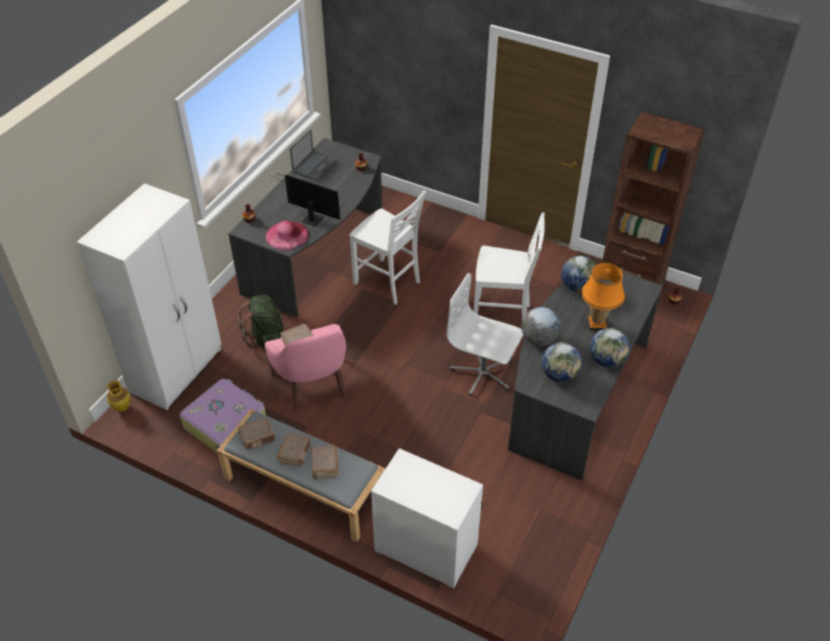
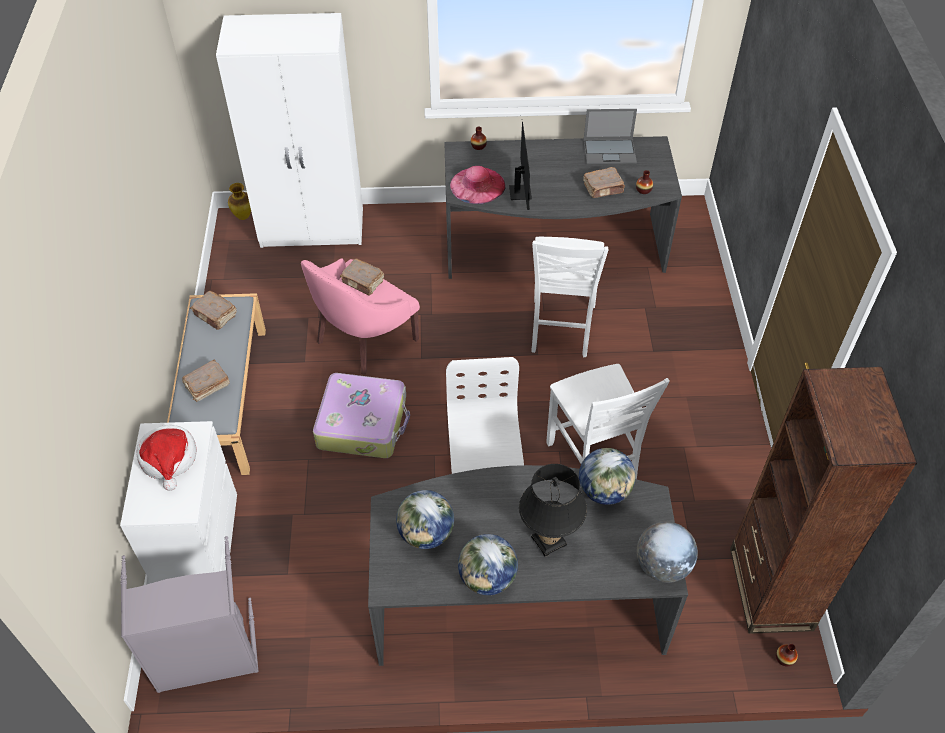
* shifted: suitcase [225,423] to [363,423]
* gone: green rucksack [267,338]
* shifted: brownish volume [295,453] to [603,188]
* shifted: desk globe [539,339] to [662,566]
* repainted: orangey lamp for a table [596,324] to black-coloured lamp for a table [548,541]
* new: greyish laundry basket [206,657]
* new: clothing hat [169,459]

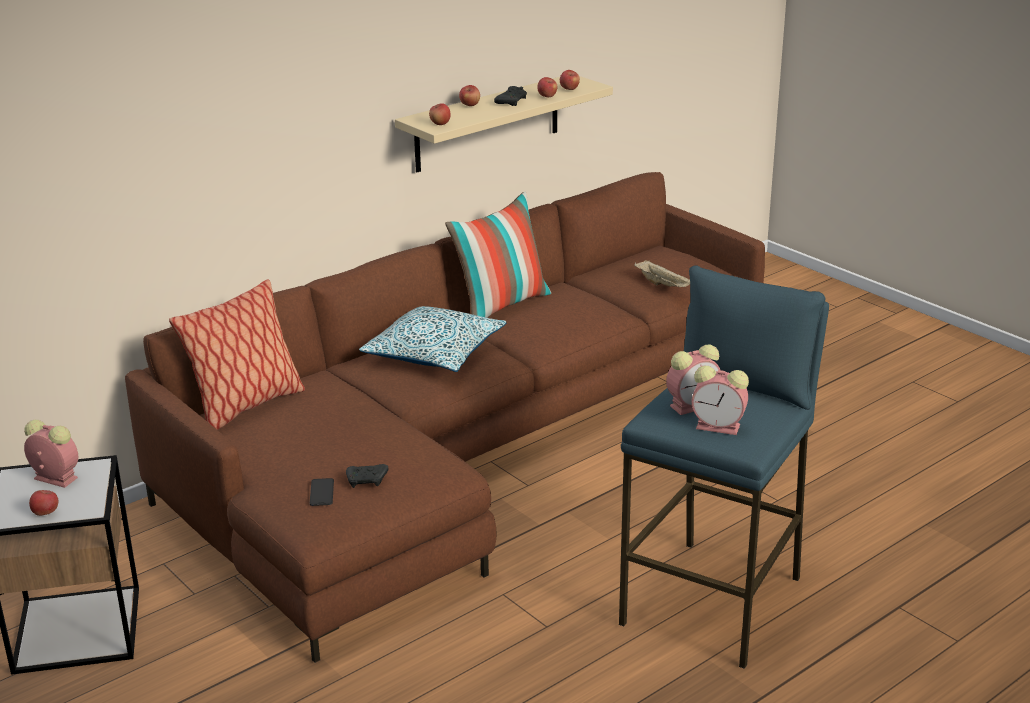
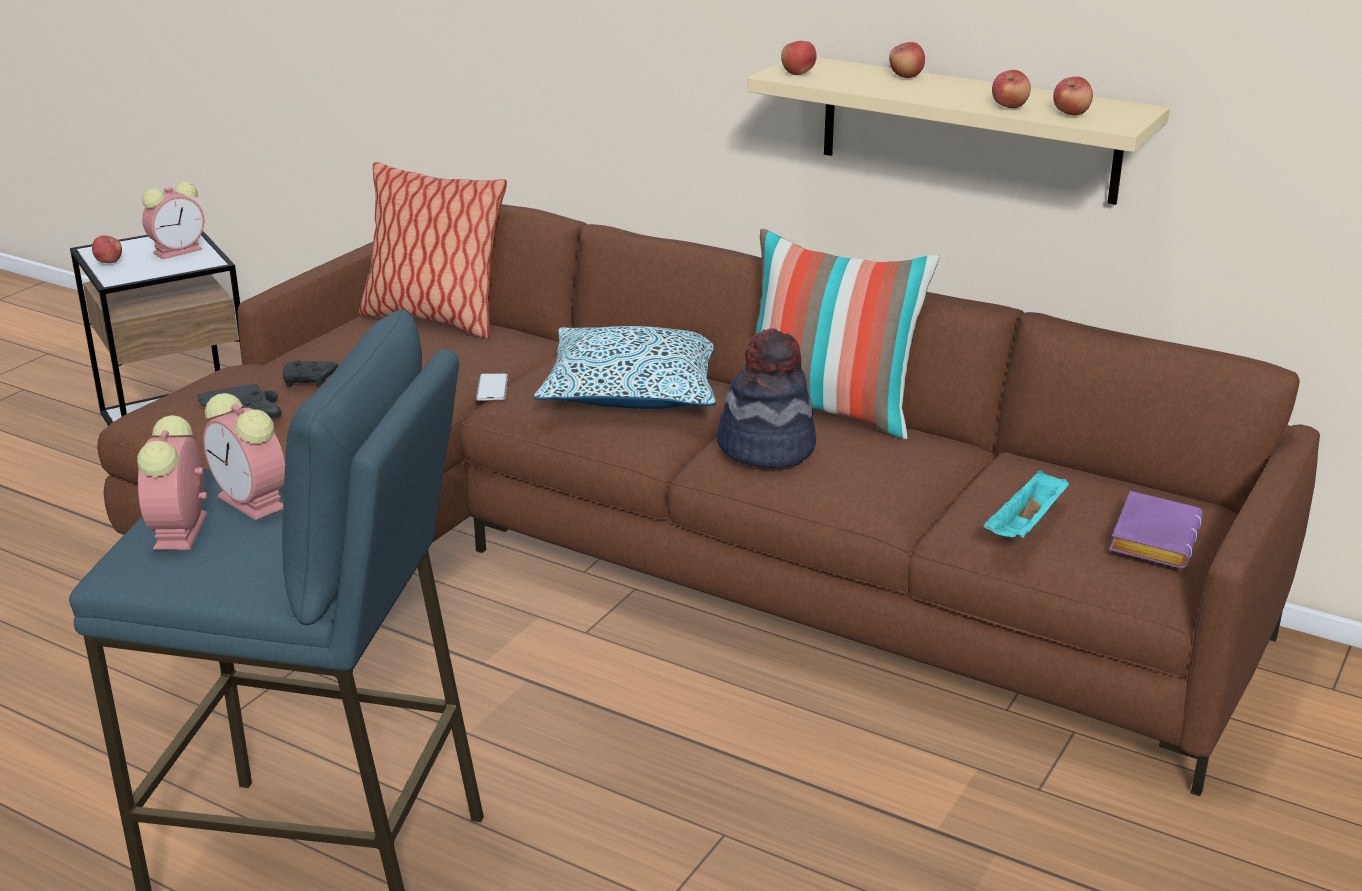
* rotated: bedside clock [54,478] = [179,250] 45 degrees clockwise
* shifted: black-coloured joypad [511,101] to [309,381]
* repainted: sand-coloured carrying tray [663,285] to turquoise-coloured carrying tray [1026,527]
* new: telephone [492,387]
* new: clothing hat [766,447]
* new: purplish volume [1151,537]

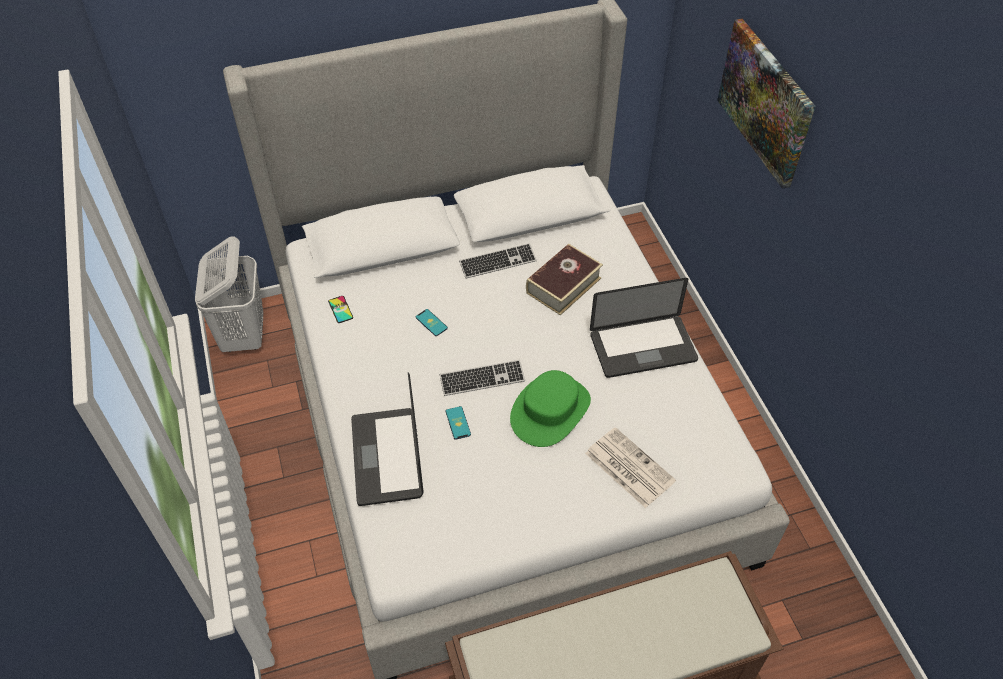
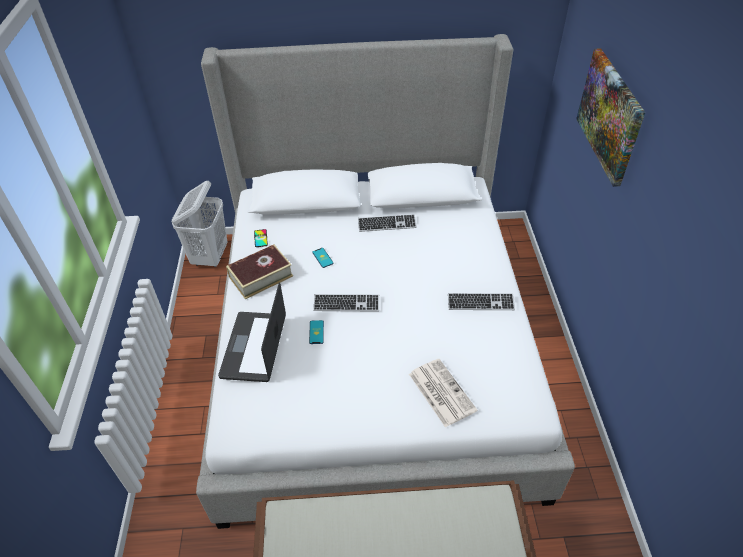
* gone: green clothing hat [550,410]
* shifted: volume [563,285] to [261,276]
* swapped: notebook computer [642,347] to keyboard [480,303]

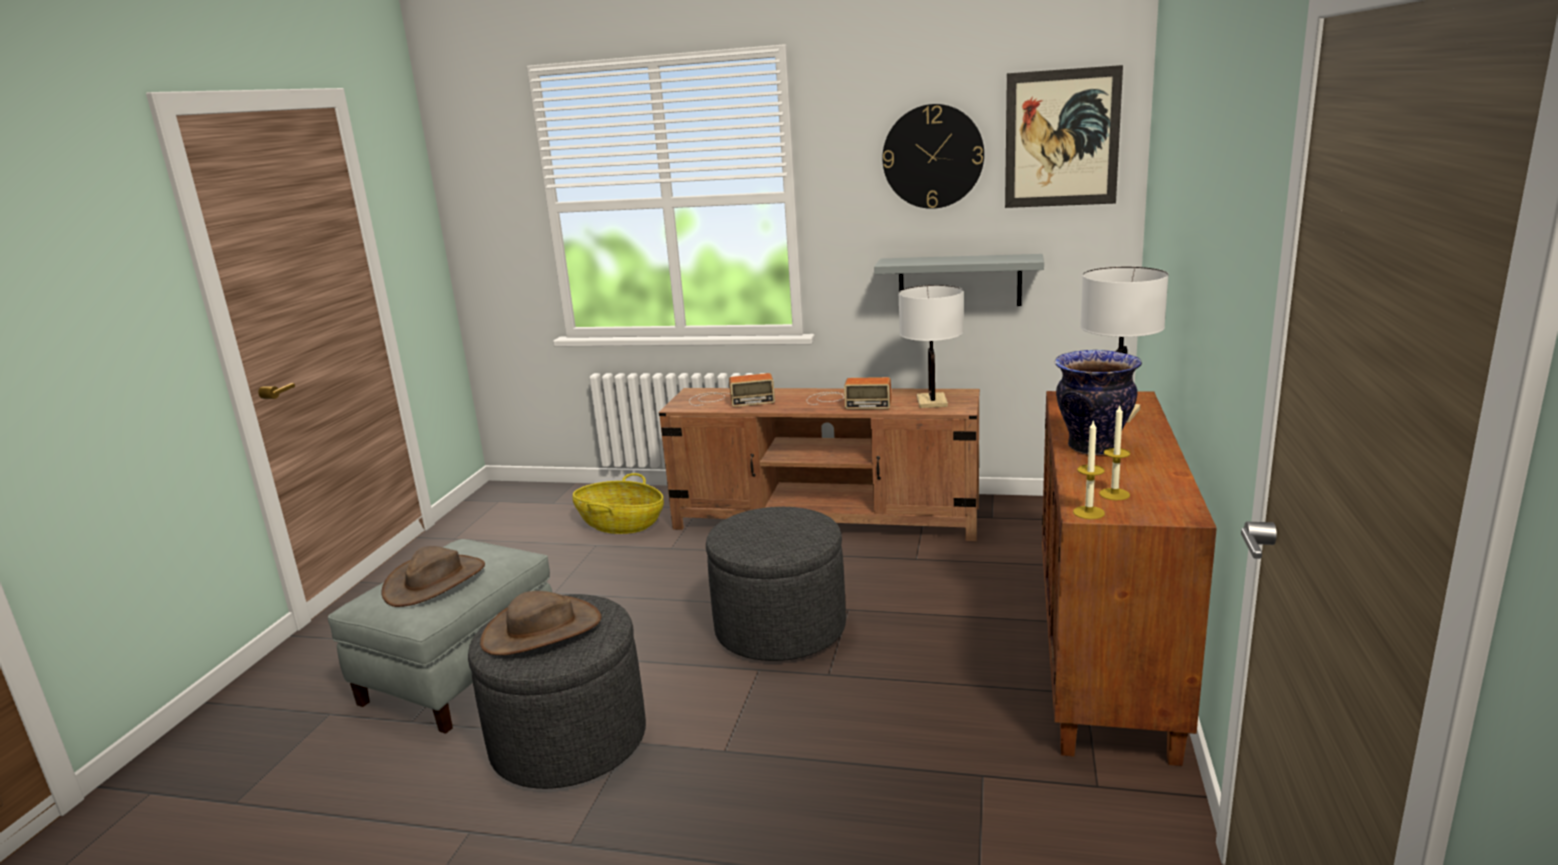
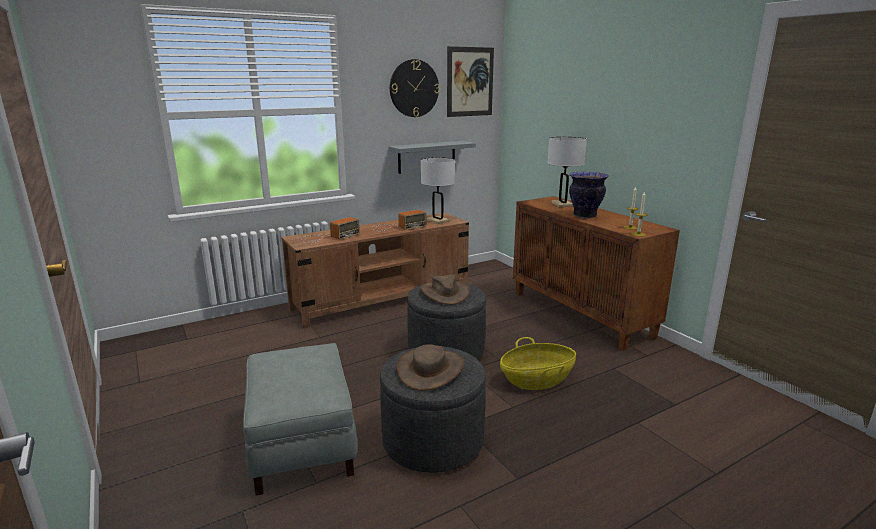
* shifted: brownish clothing hat [435,581] to [444,293]
* shifted: storage basket [621,524] to [537,379]

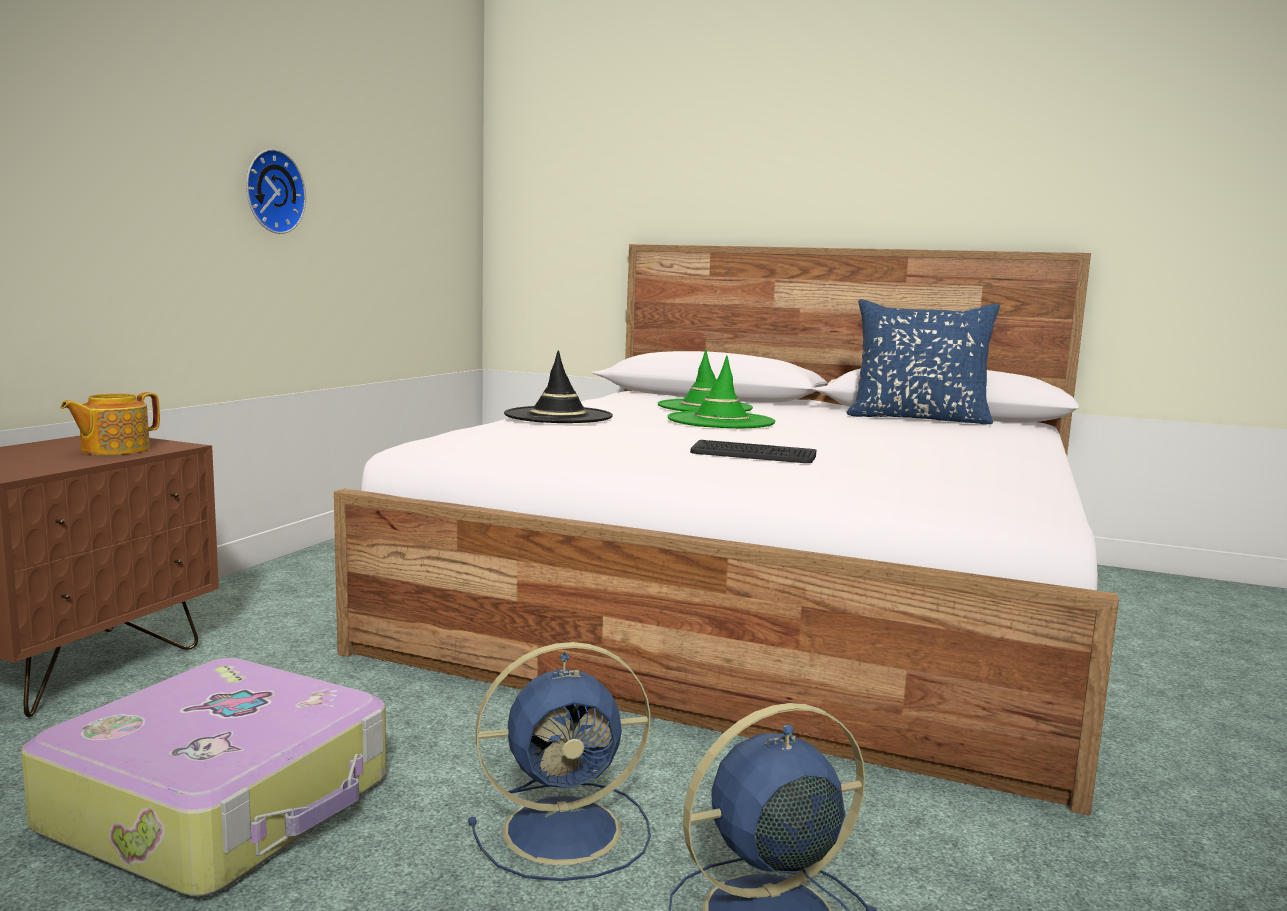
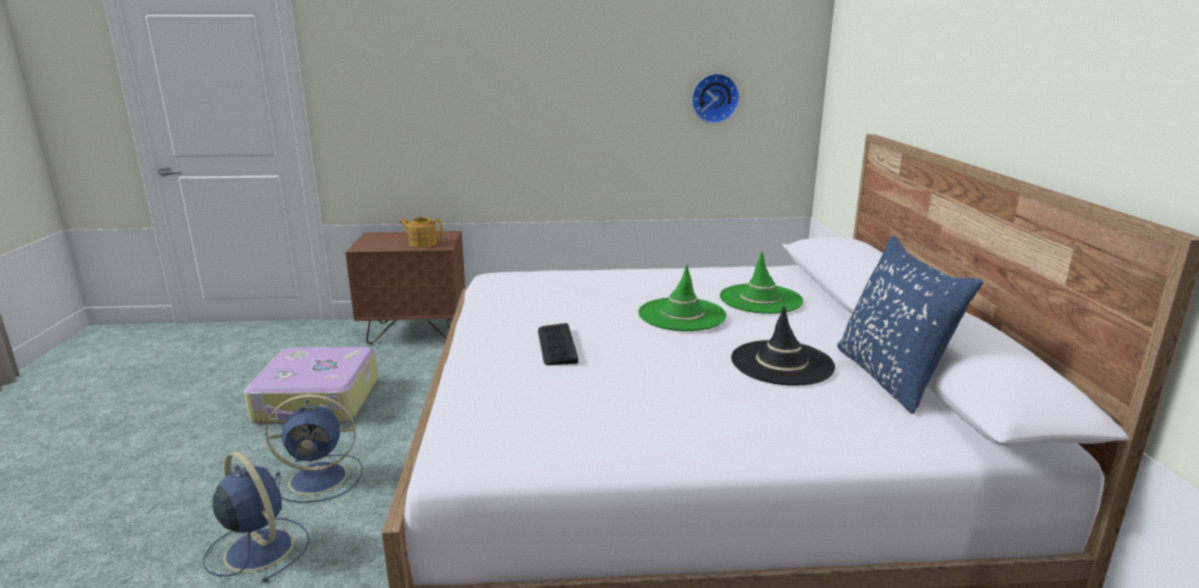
* shifted: hanging clock [271,191] to [714,98]
* rotated: bluish cooling fan [567,829] = [321,478] 60 degrees counterclockwise
* shifted: black-coloured clothing hat [558,416] to [782,363]

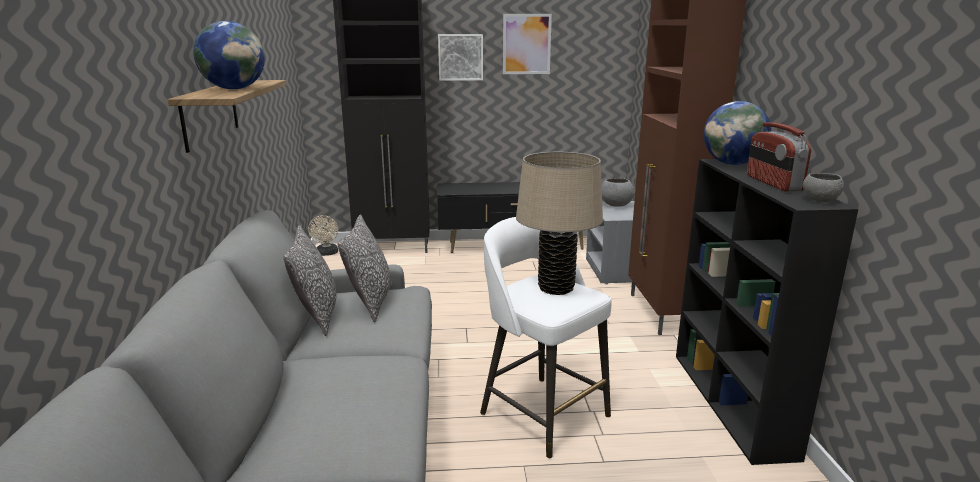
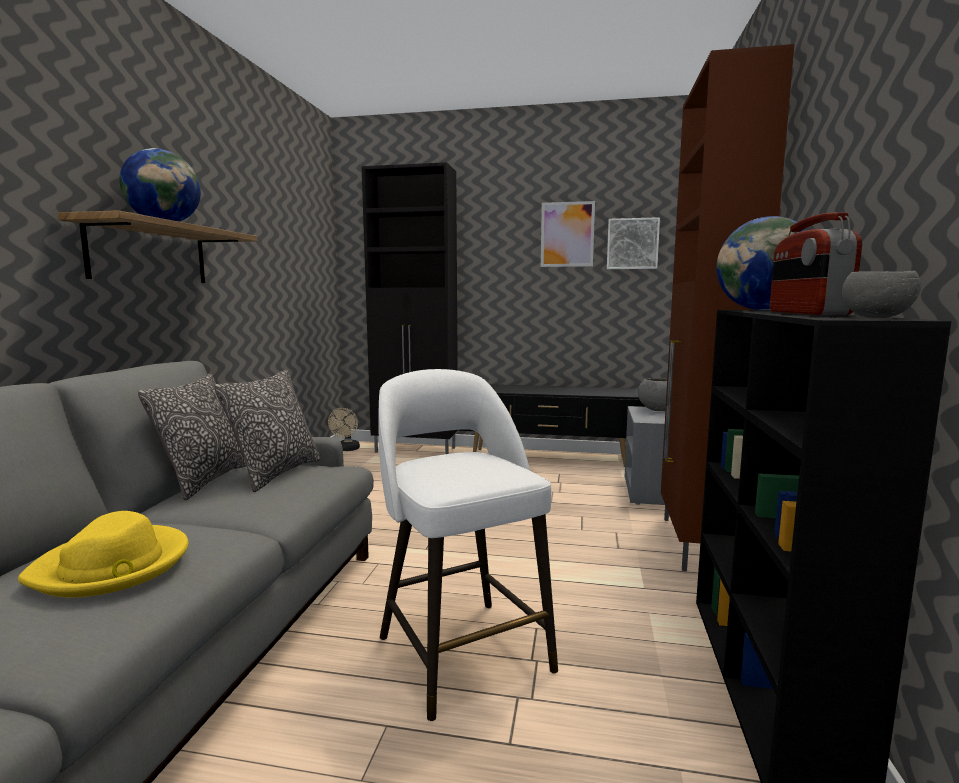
* shifted: picture [460,57] to [632,244]
* gone: sand-coloured lamp for a table [556,288]
* new: yellowish clothing hat [113,566]

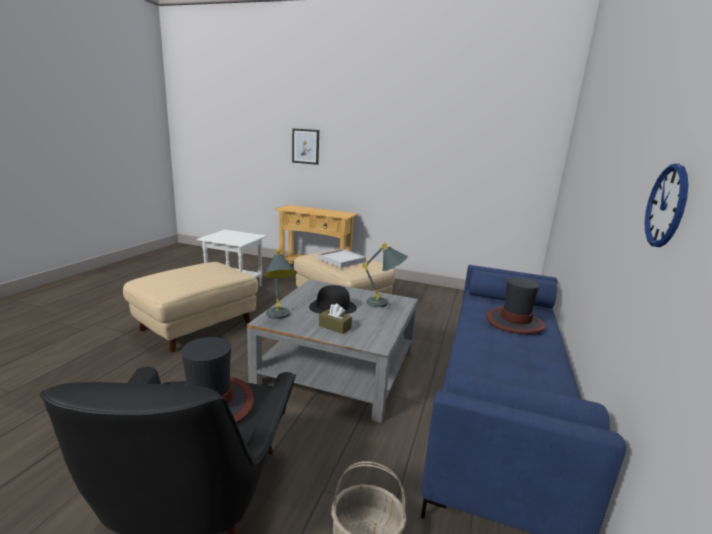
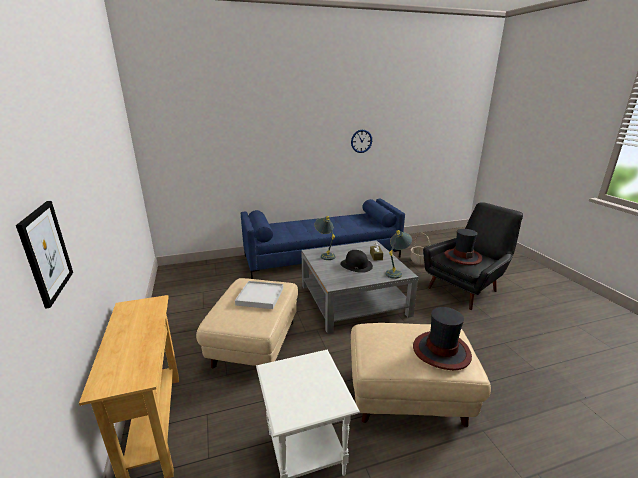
* shifted: clothing hat [514,322] to [441,351]

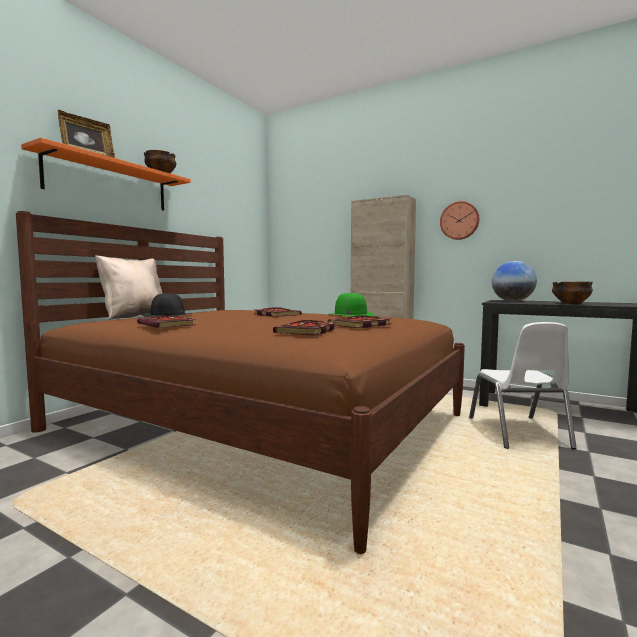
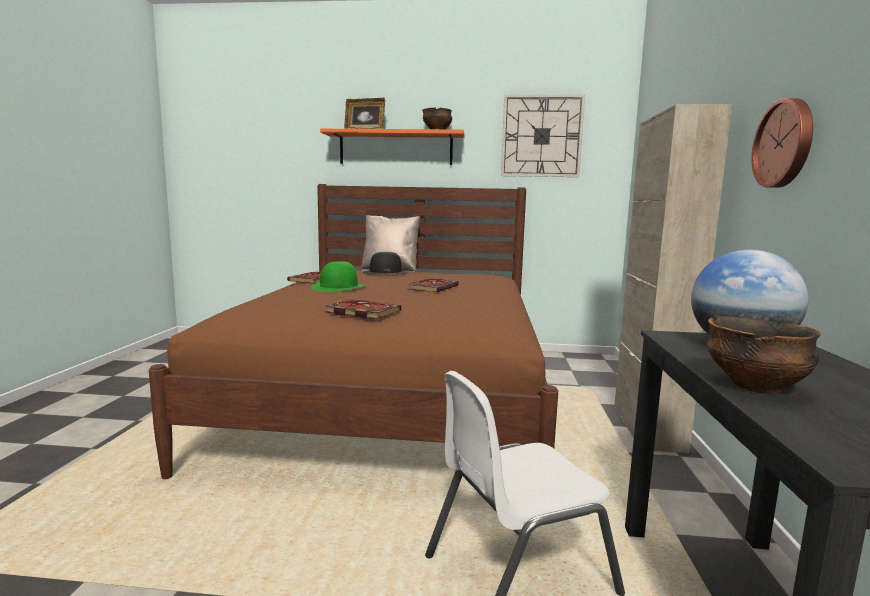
* gone: volume [307,331]
* shifted: green clothing hat [350,315] to [339,287]
* new: hanging clock [541,136]

